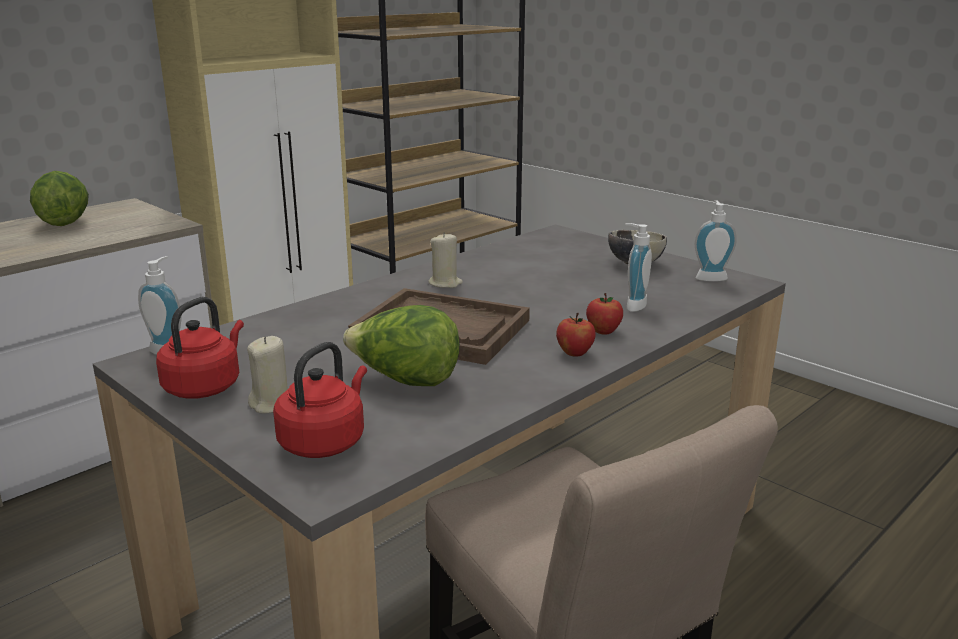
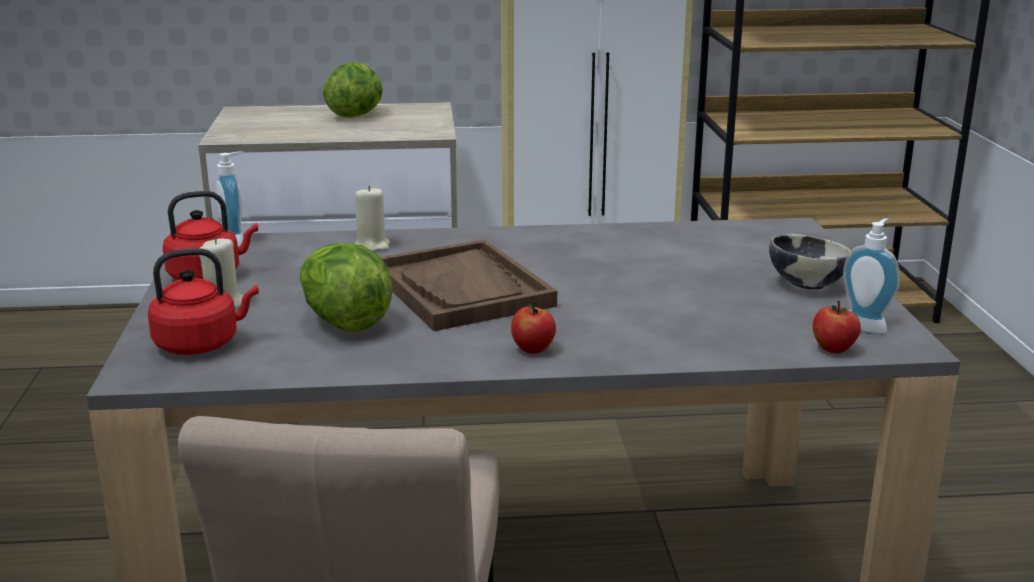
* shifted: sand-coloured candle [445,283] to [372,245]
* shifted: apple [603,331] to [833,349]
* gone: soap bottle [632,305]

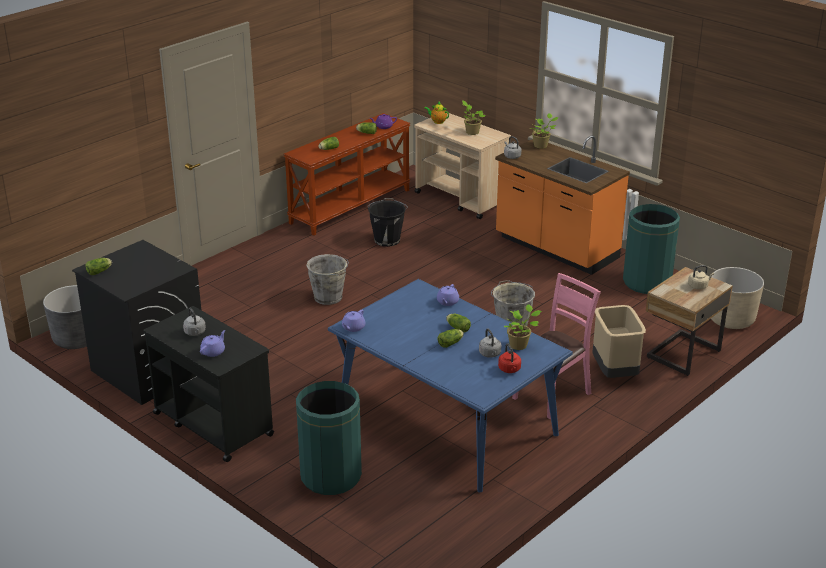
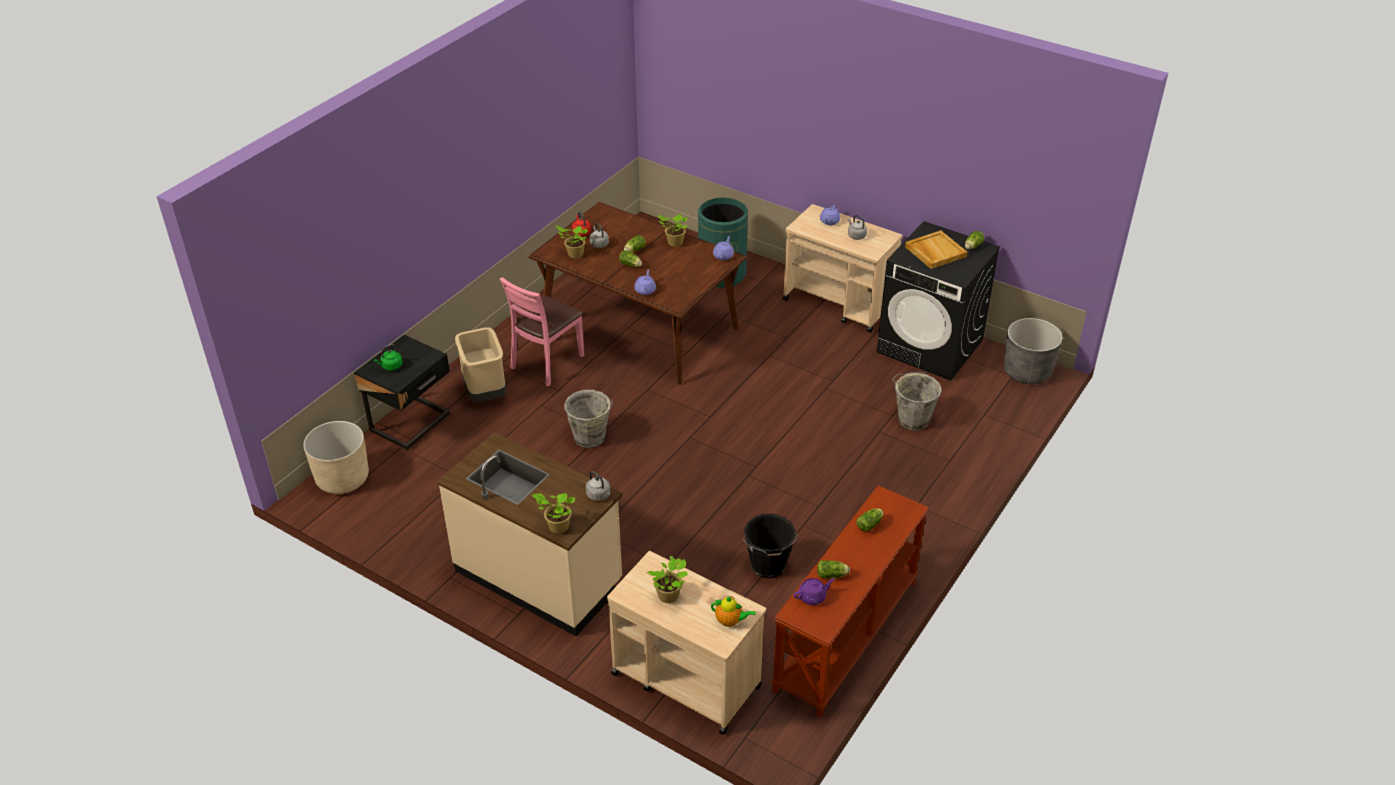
* repainted: black-coloured cart [212,423] to sand-coloured cart [838,304]
* shifted: greyish bucket [329,298] to [912,419]
* repainted: bluish dinner table [448,422] to brownish dinner table [639,327]
* repainted: orangey kitchen base unit [556,249] to sand-coloured kitchen base unit [539,577]
* gone: green waste bin [646,282]
* repainted: sand-coloured night table [681,354] to black-coloured night table [412,424]
* repainted: sand-coloured tea kettle [698,286] to green tea kettle [391,366]
* new: plant in a pot [674,243]
* new: sand-coloured carrying tray [935,251]

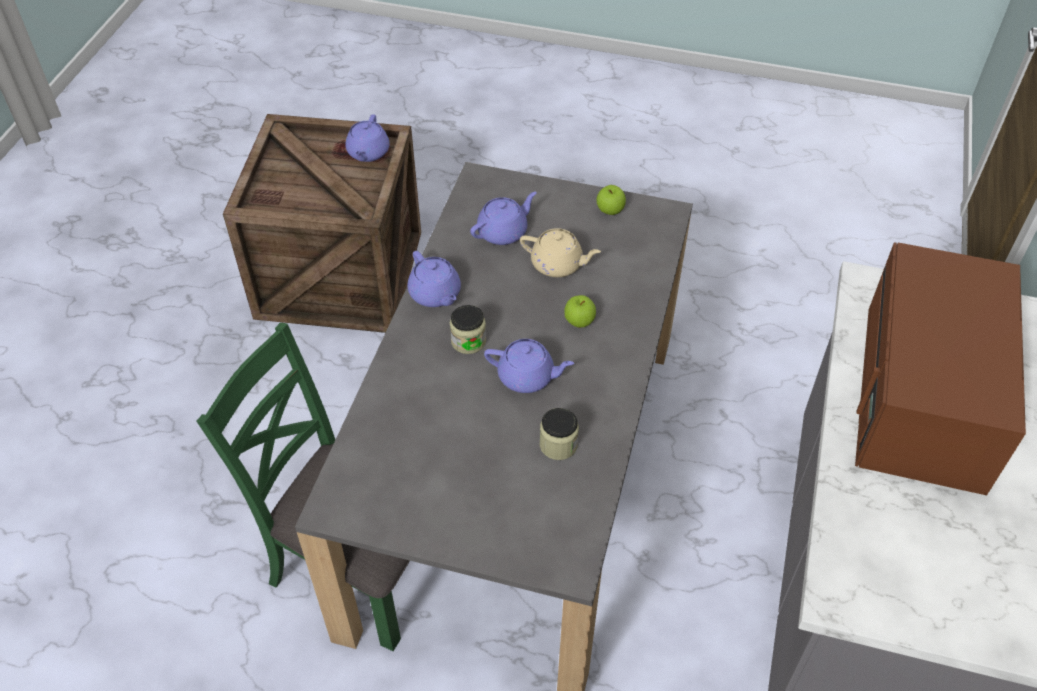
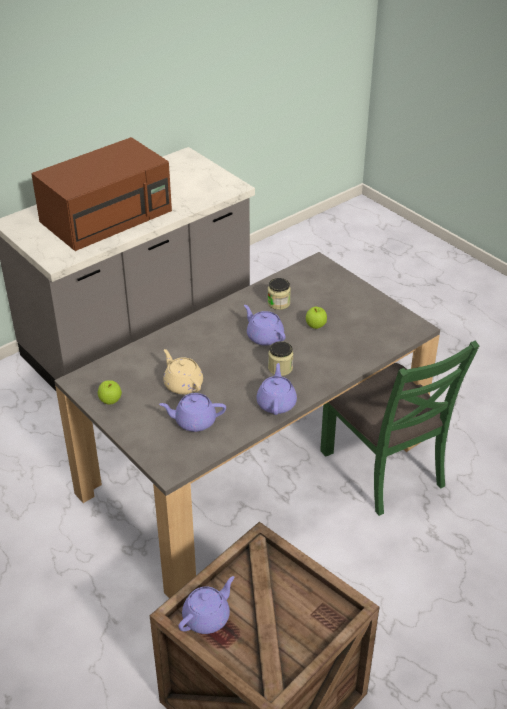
* shifted: apple [579,321] to [315,326]

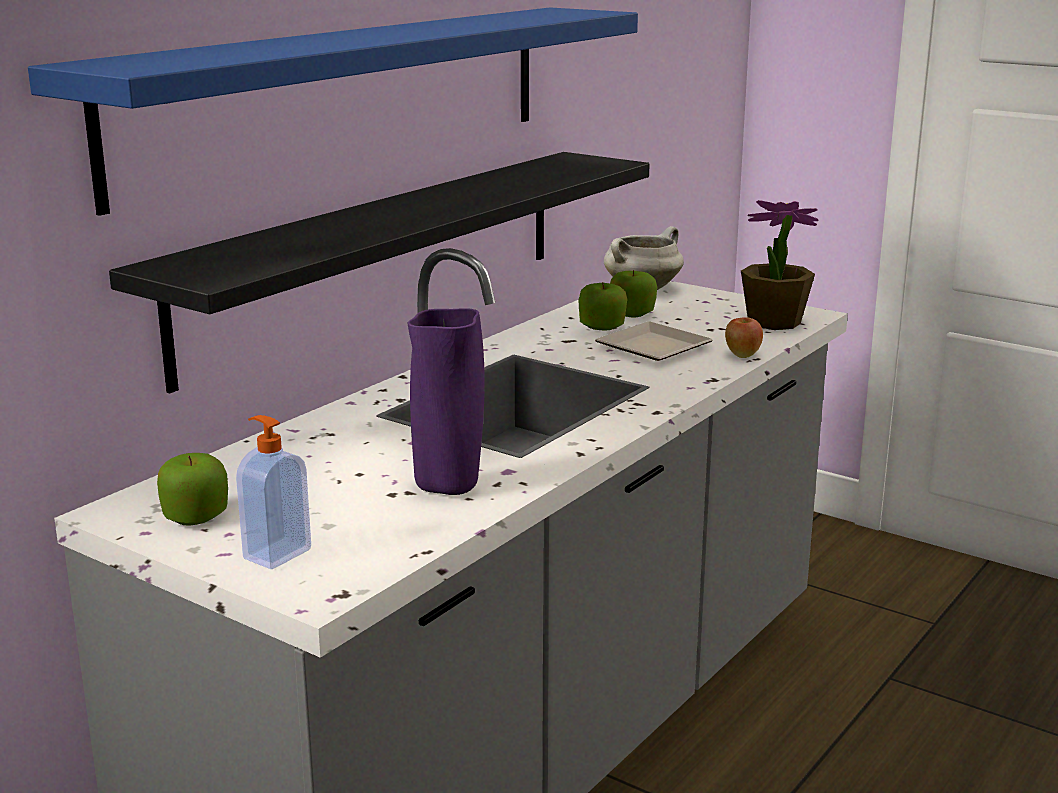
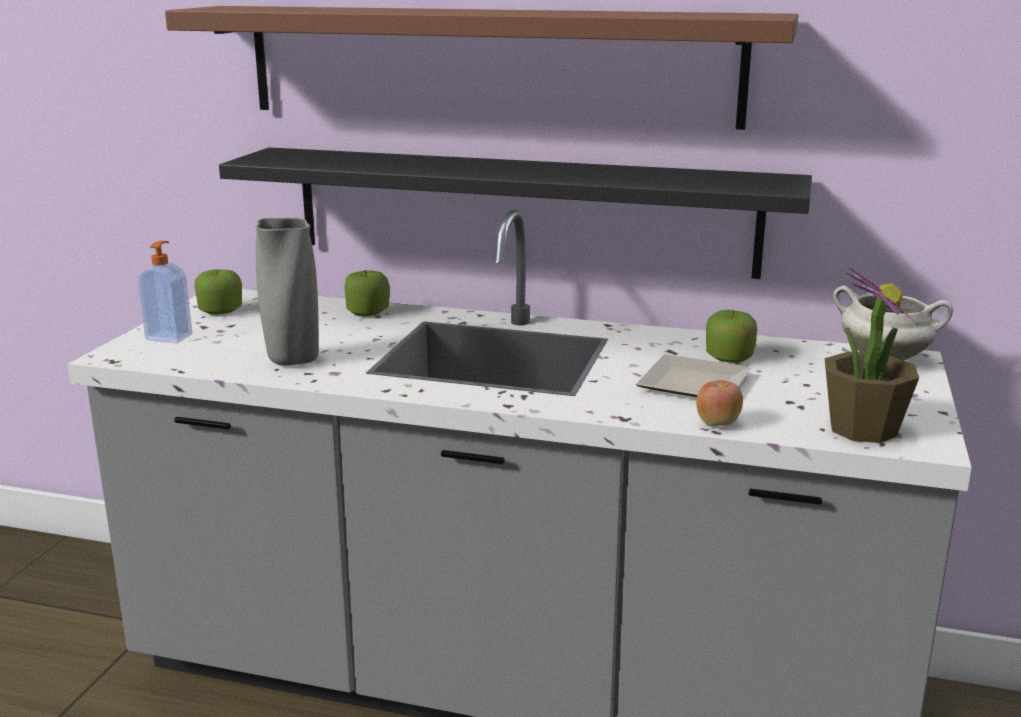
* repainted: bluish wall shelf [345,96] to brownish wall shelf [488,64]
* repainted: purplish flower vase [448,488] to greyish flower vase [292,360]
* shifted: apple [632,313] to [368,312]

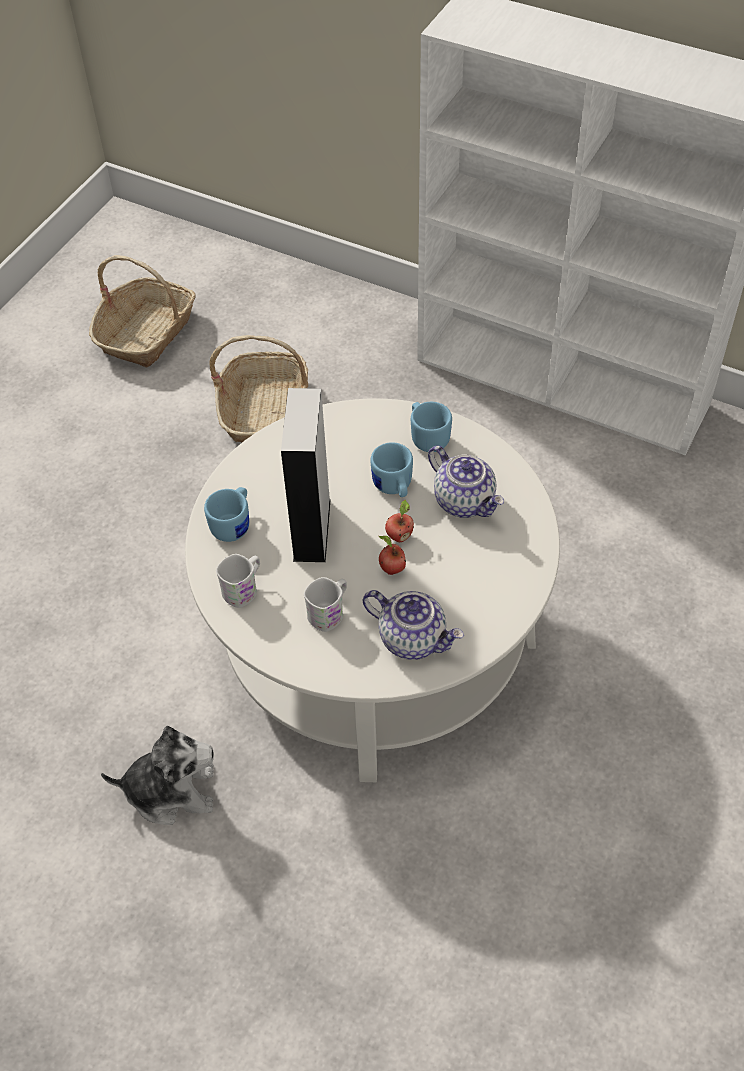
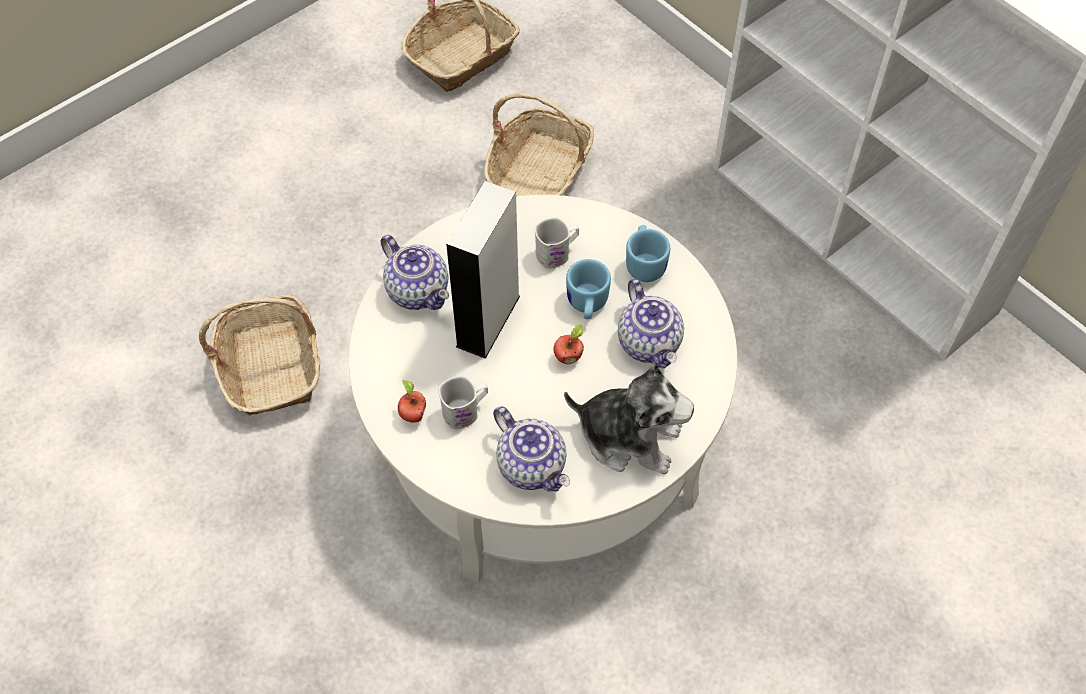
* shifted: cuddly toy [171,790] to [629,436]
* swapped: bluish coffee mug [234,524] to pot for tea [418,290]
* shifted: white coffee mug [244,589] to [557,253]
* shifted: apple [391,569] to [412,415]
* new: storage basket [271,366]

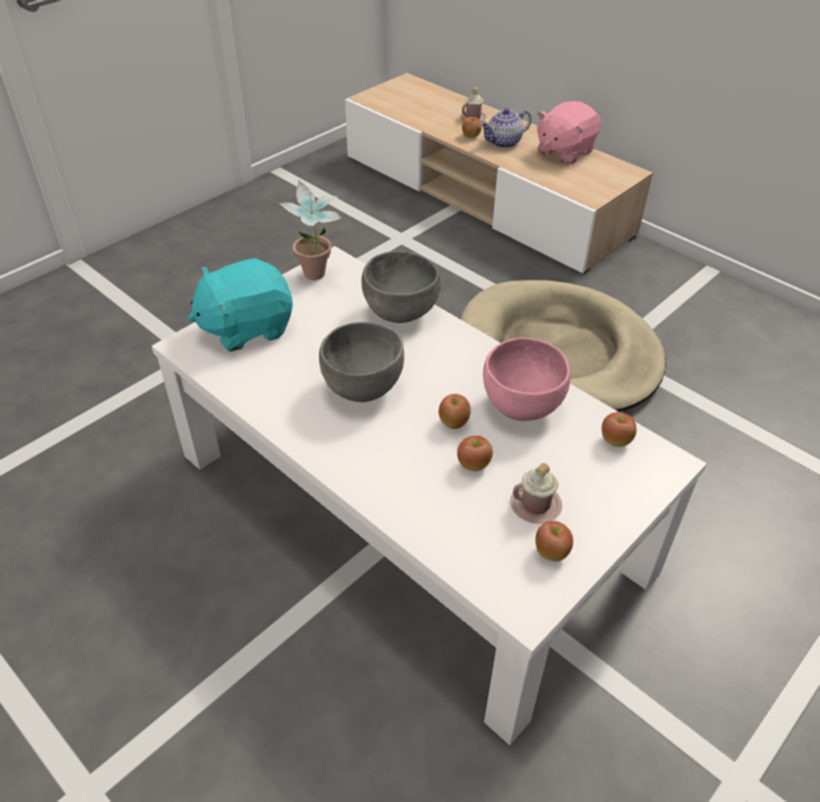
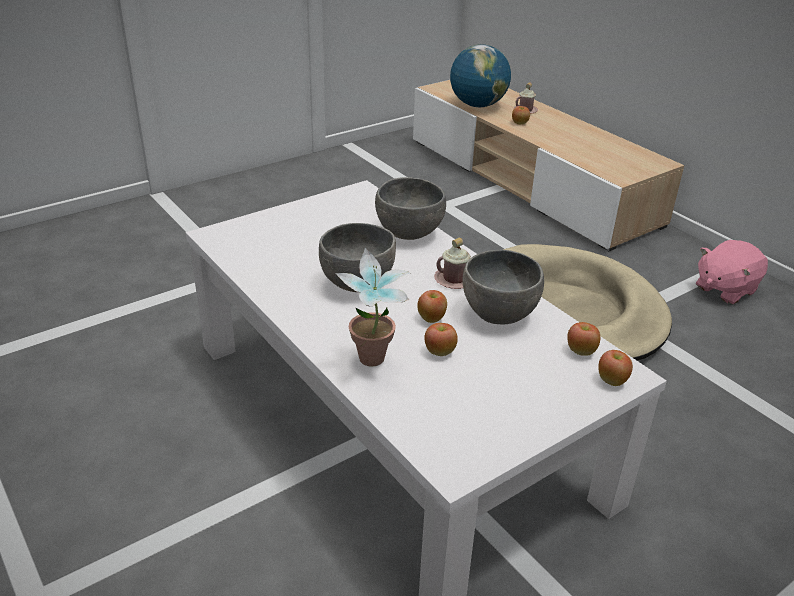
* gone: turquoise-coloured cuddly toy [246,327]
* shifted: plant in a pot [317,278] to [373,365]
* gone: pot for tea [504,142]
* repainted: pink-coloured serving bowl [521,407] to greyish serving bowl [498,314]
* shifted: pink-coloured coffee mug [535,505] to [454,279]
* shifted: apple [551,552] to [612,380]
* shifted: pink-coloured cuddly toy [564,151] to [724,289]
* new: desk globe [477,105]

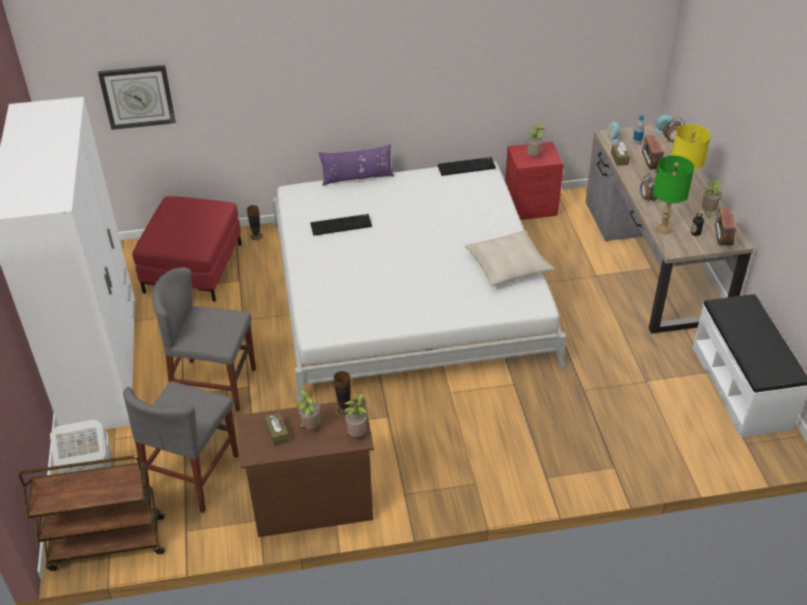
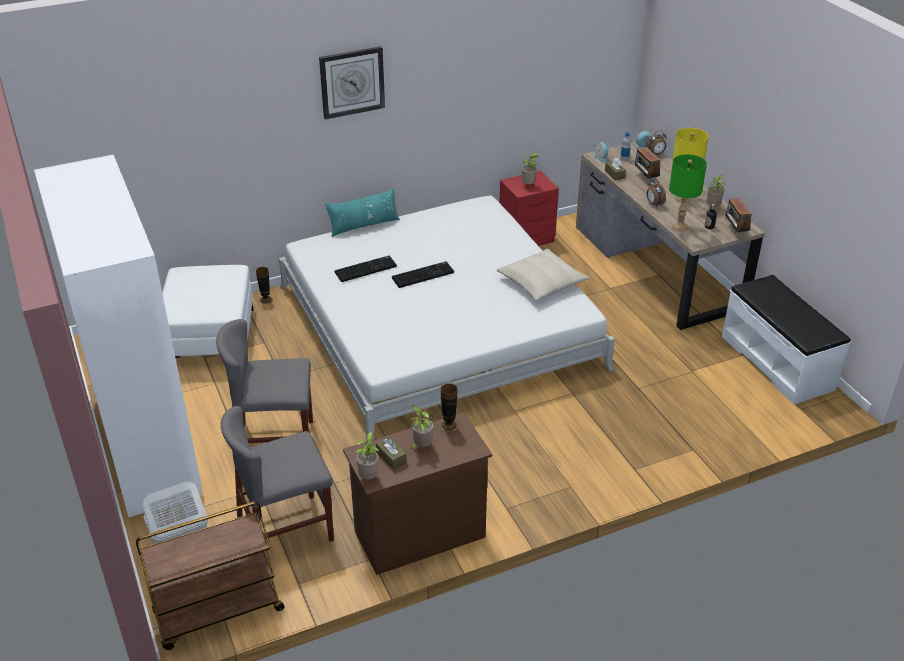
* shifted: hanging clock [137,96] to [352,82]
* rotated: greyish chair [193,474] = [285,529] 60 degrees clockwise
* repainted: red-coloured ottoman [193,267] to white ottoman [210,337]
* repainted: purplish cushion [357,178] to turquoise-coloured cushion [364,226]
* shifted: plant in a pot [358,434] to [369,477]
* shifted: keyboard [466,166] to [423,275]

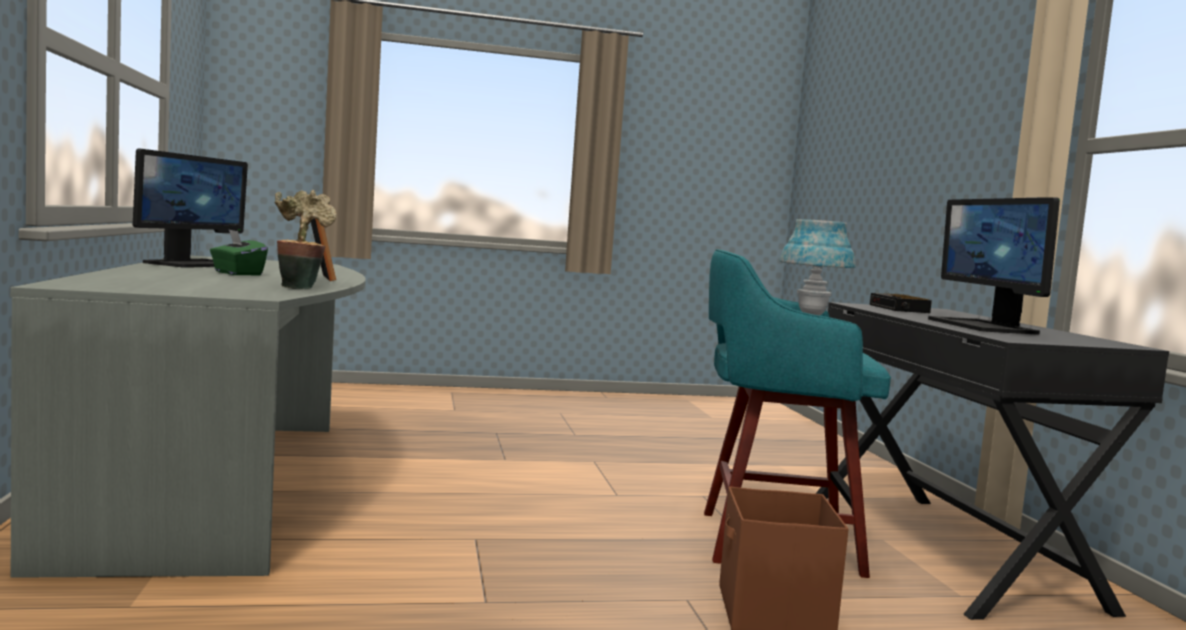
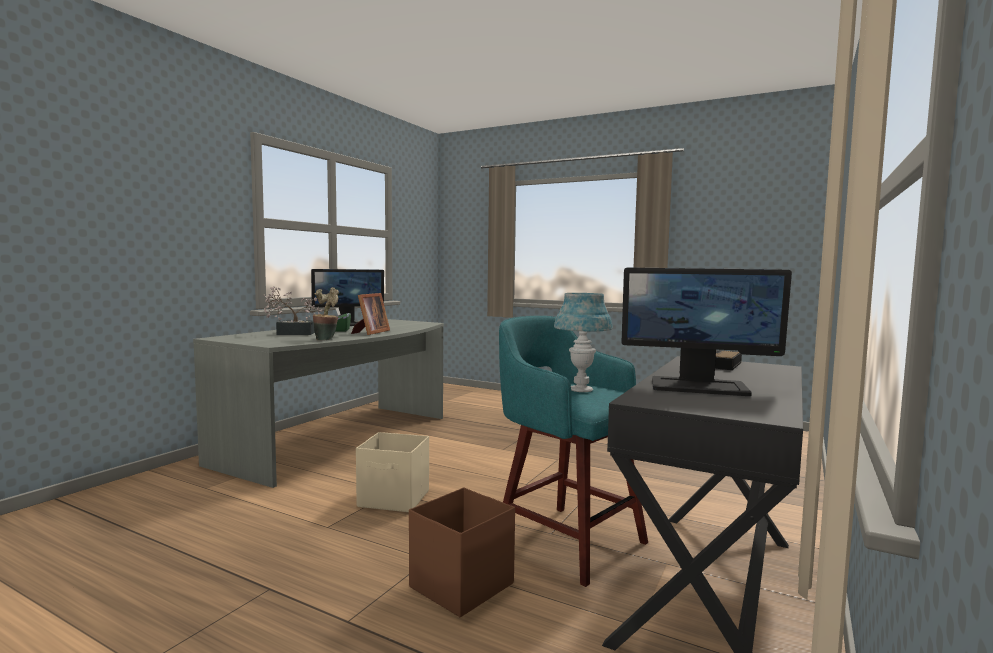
* rotated: monitor [983,326] = [699,386] 105 degrees counterclockwise
* new: plant in a pot [291,333]
* new: sand-coloured storage container [394,499]

